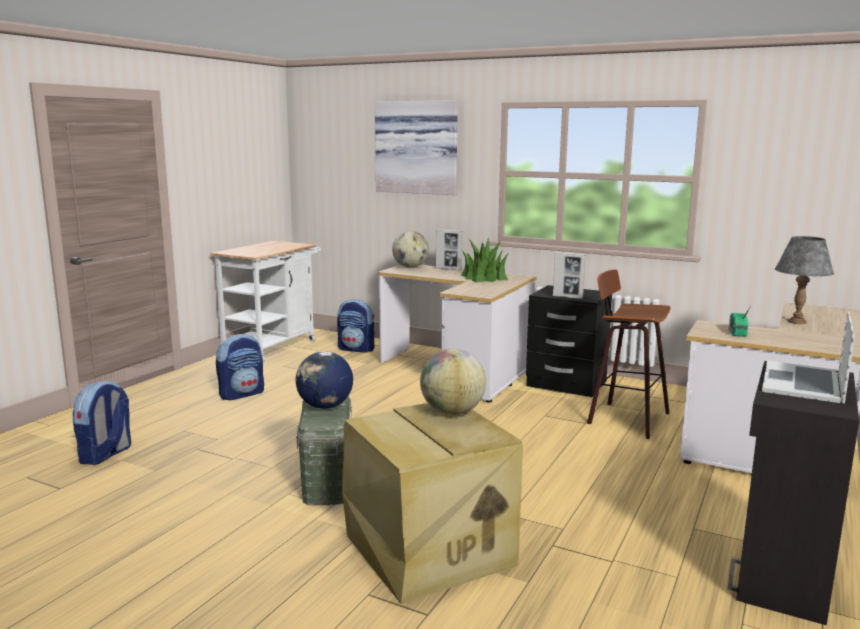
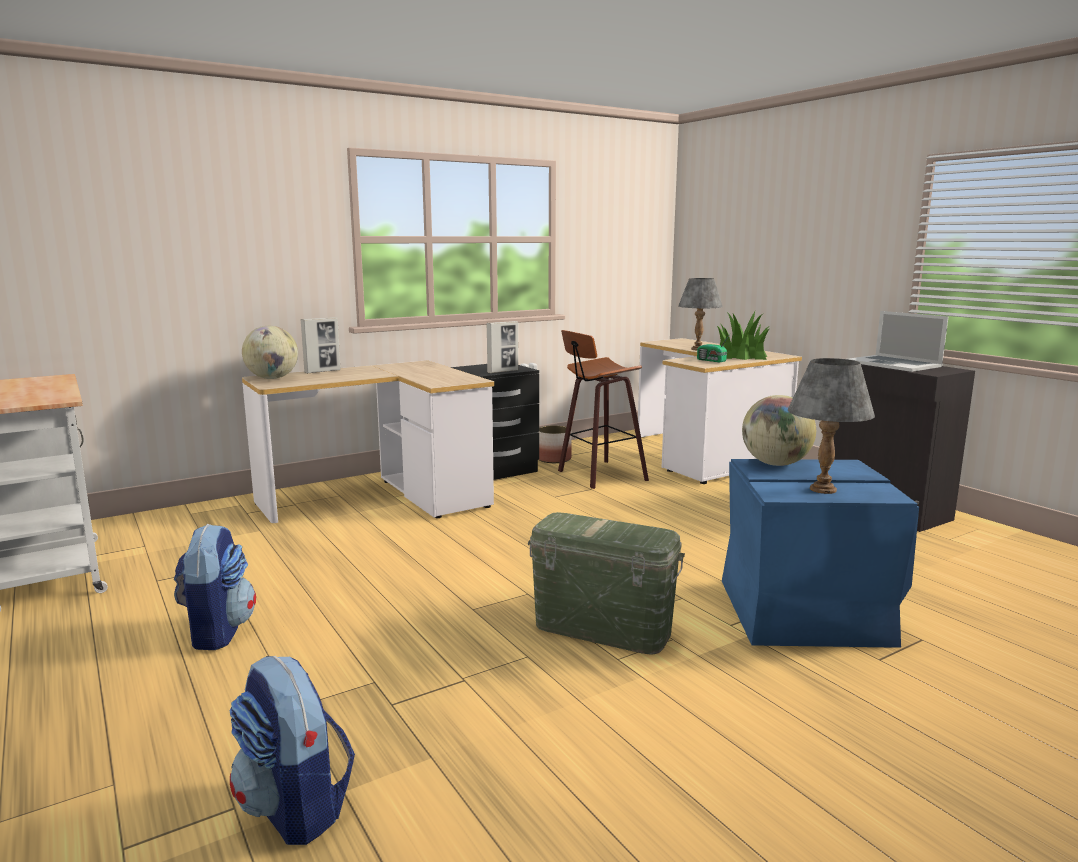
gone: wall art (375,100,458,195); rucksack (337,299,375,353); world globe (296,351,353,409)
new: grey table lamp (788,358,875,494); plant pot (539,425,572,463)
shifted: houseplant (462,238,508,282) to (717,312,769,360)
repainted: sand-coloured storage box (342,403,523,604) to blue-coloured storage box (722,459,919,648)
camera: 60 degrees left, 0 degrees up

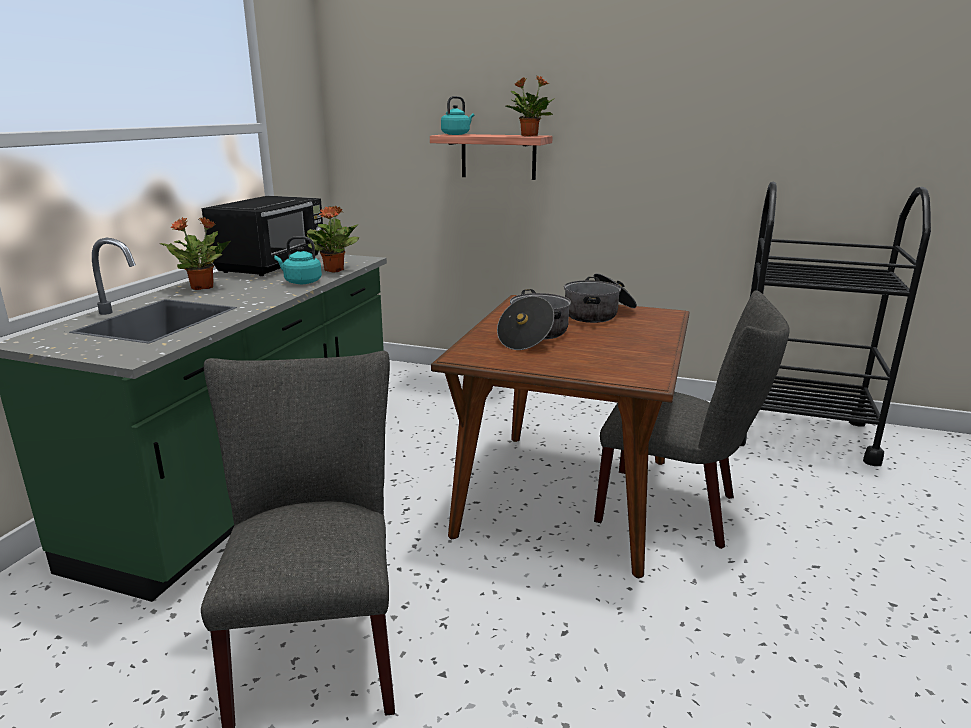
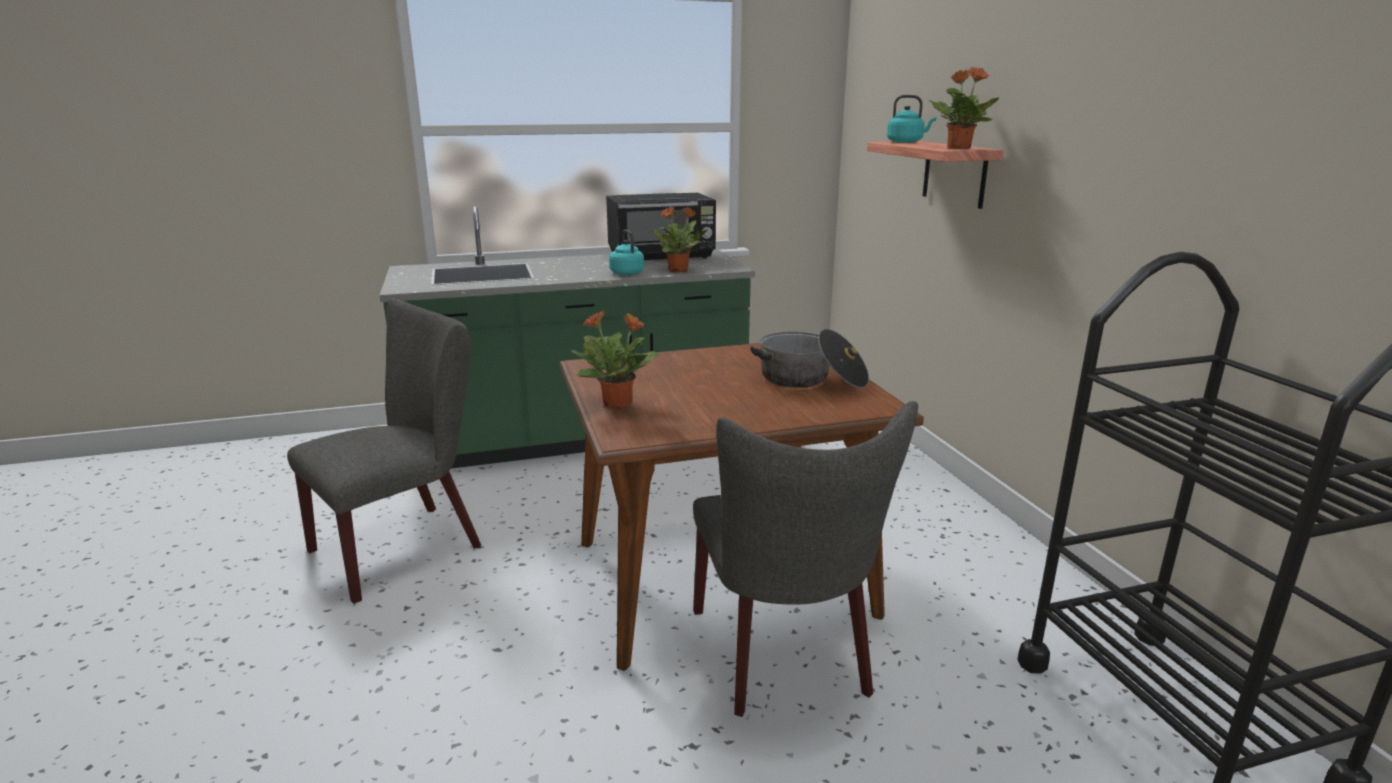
gone: saucepot (497,289,571,350)
shifted: houseplant (160,217,231,290) to (571,310,659,409)
camera: 55 degrees right, 0 degrees up

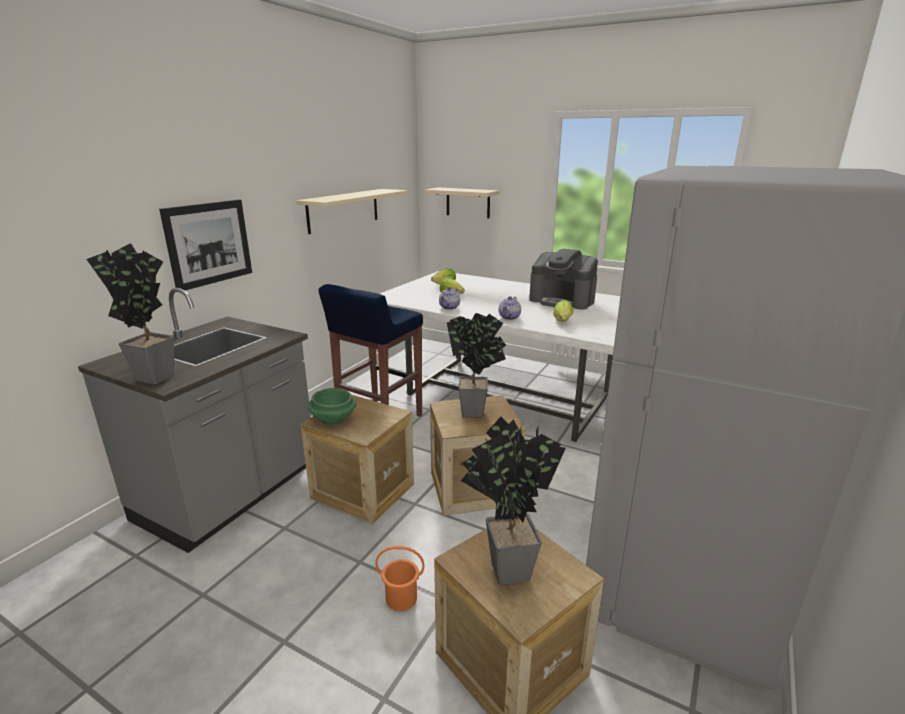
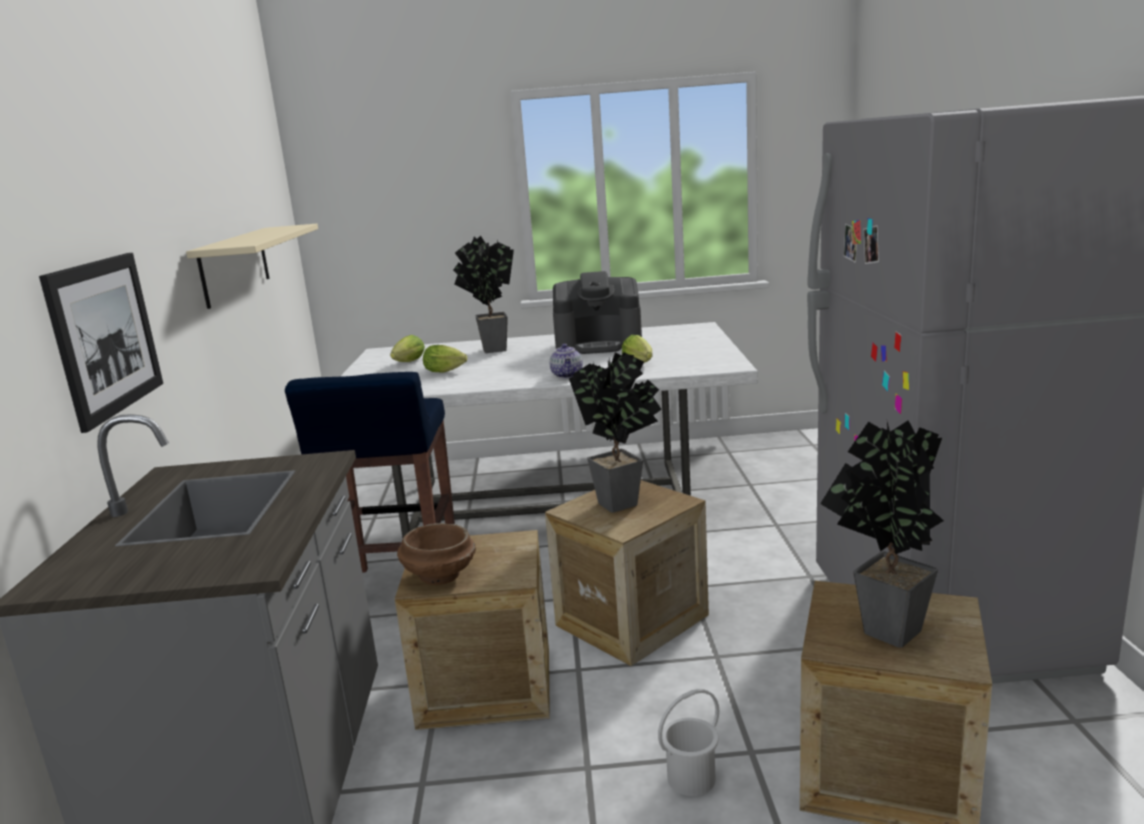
gone: sand-coloured bracket shelf (424,187,500,218); teapot (439,287,460,310)
shifted: houseplant (86,243,174,385) to (453,236,514,353)
repainted: green-coloured bowl (308,388,356,425) to brownish bowl (397,523,476,585); orange bucket (375,546,425,611) to white bucket (658,689,719,796)
camera: 30 degrees left, 5 degrees down

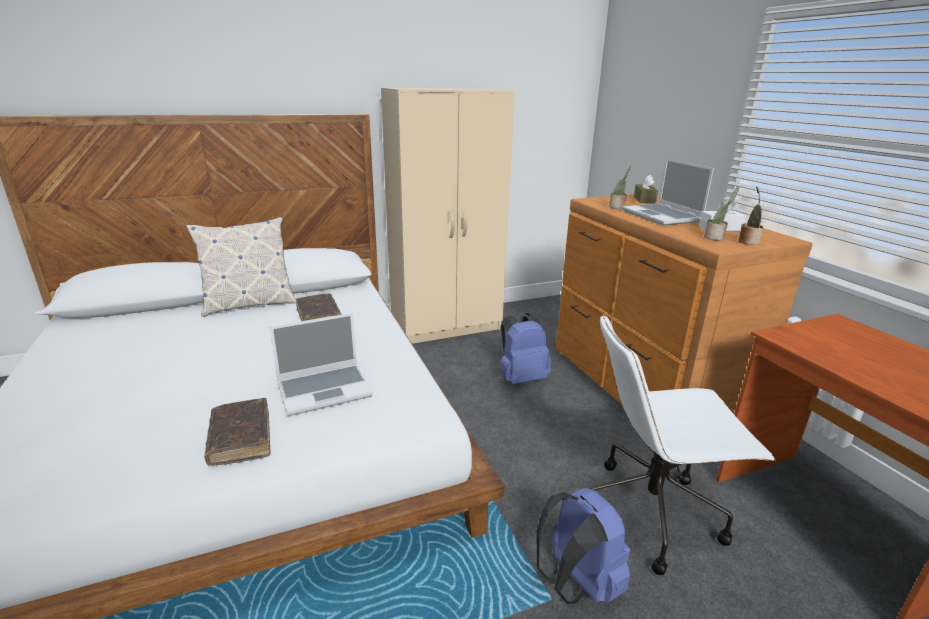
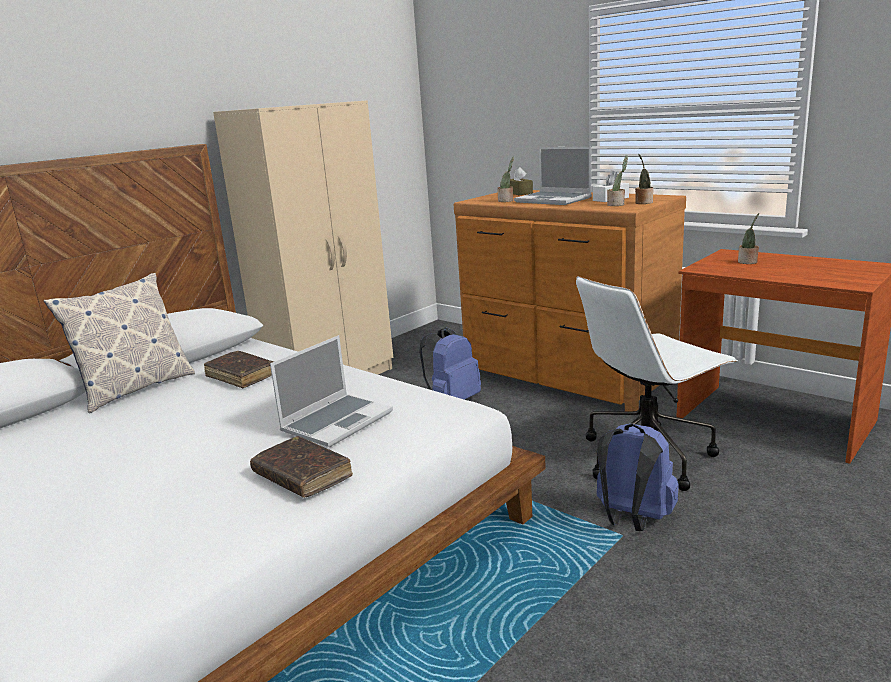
new: houseplant (738,213,759,264)
camera: 25 degrees left, 5 degrees down

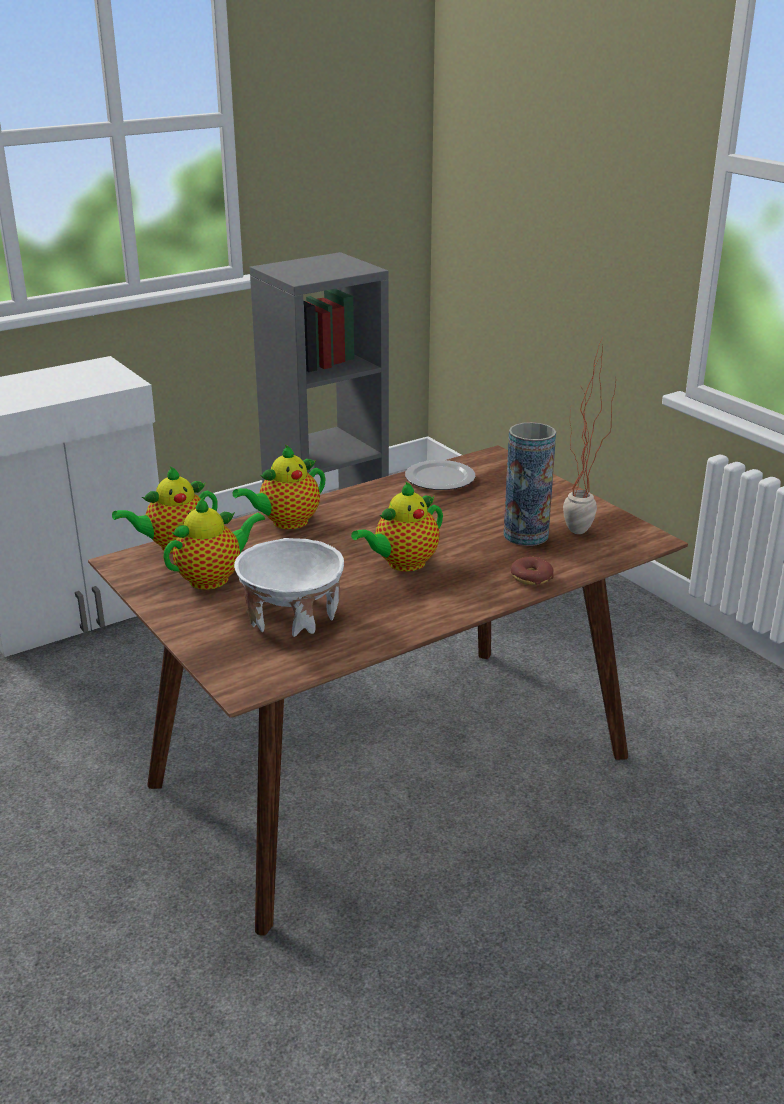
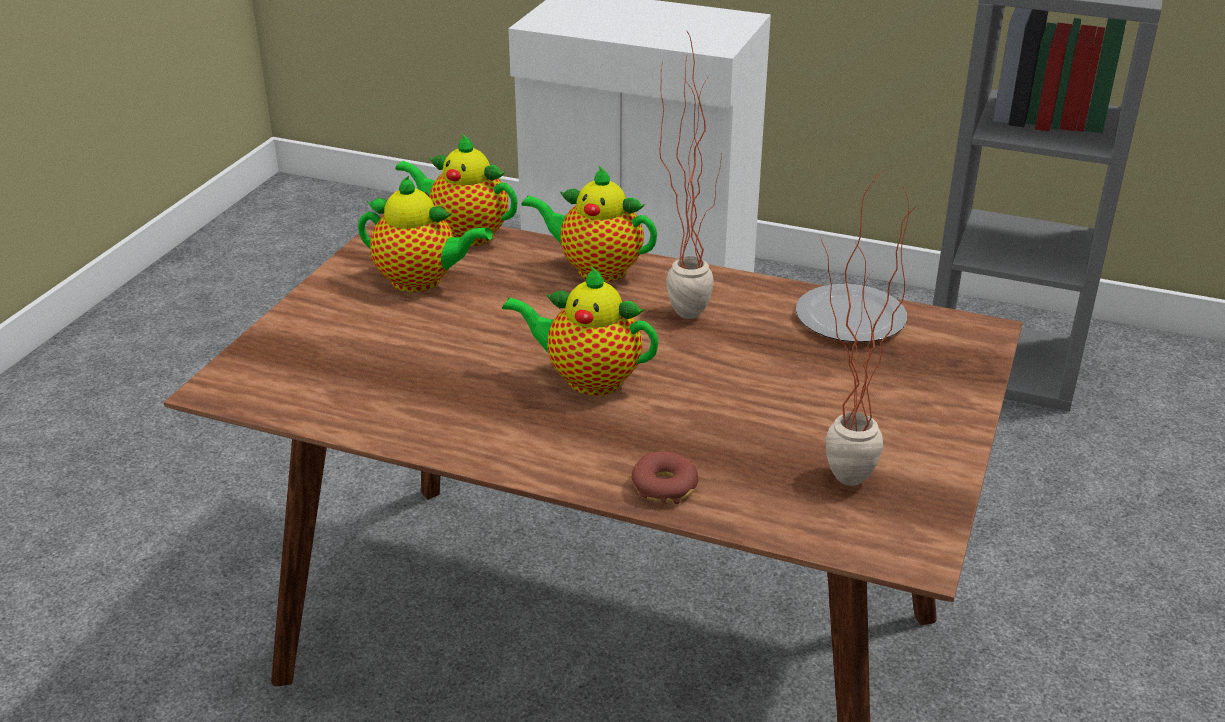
gone: flower vase (504,422,556,546); white bowl (234,538,344,637)
new: houseplant (659,30,722,319)
camera: 55 degrees right, 5 degrees up

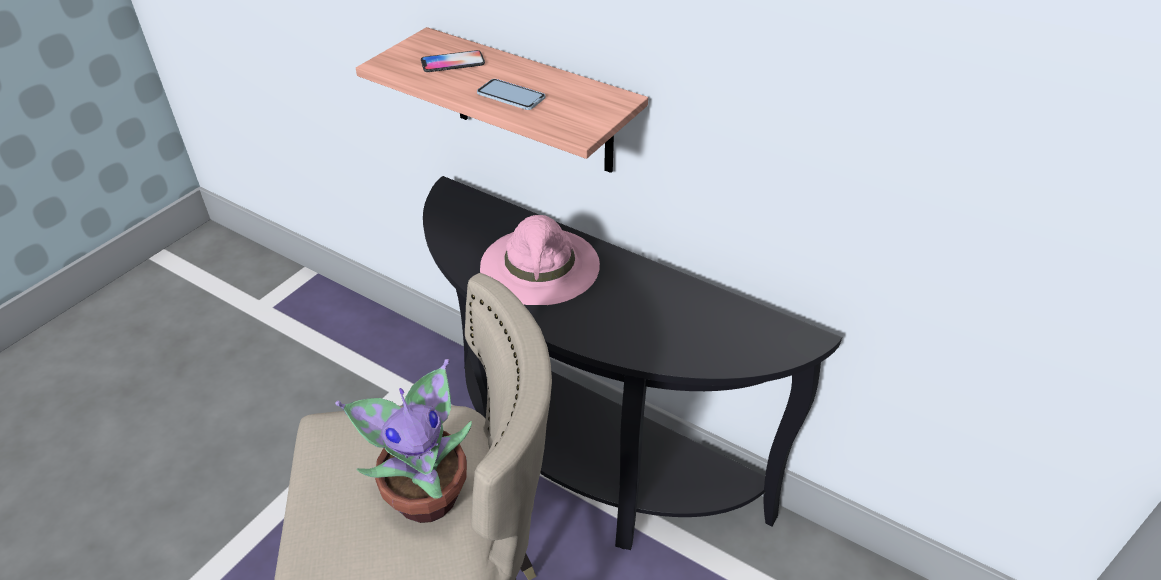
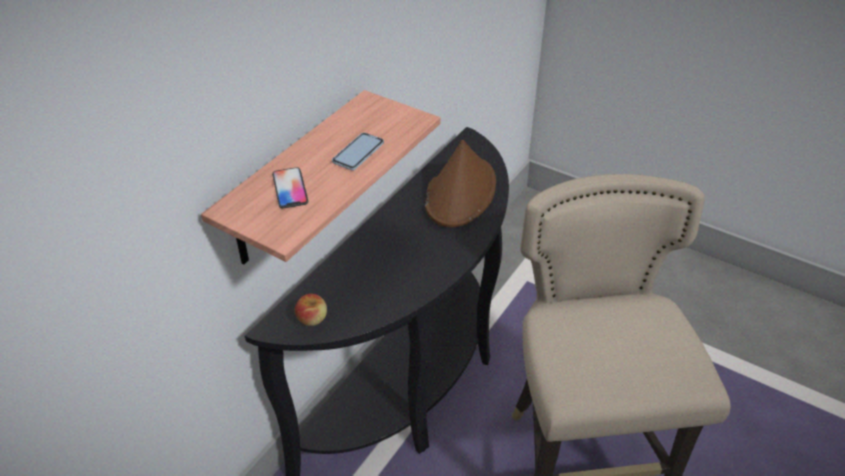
gone: pink-coloured hat (480,215,600,305); houseplant (335,359,472,523)
new: brownish hat (425,140,496,227); whole apple (295,294,327,326)
camera: 90 degrees left, 0 degrees up

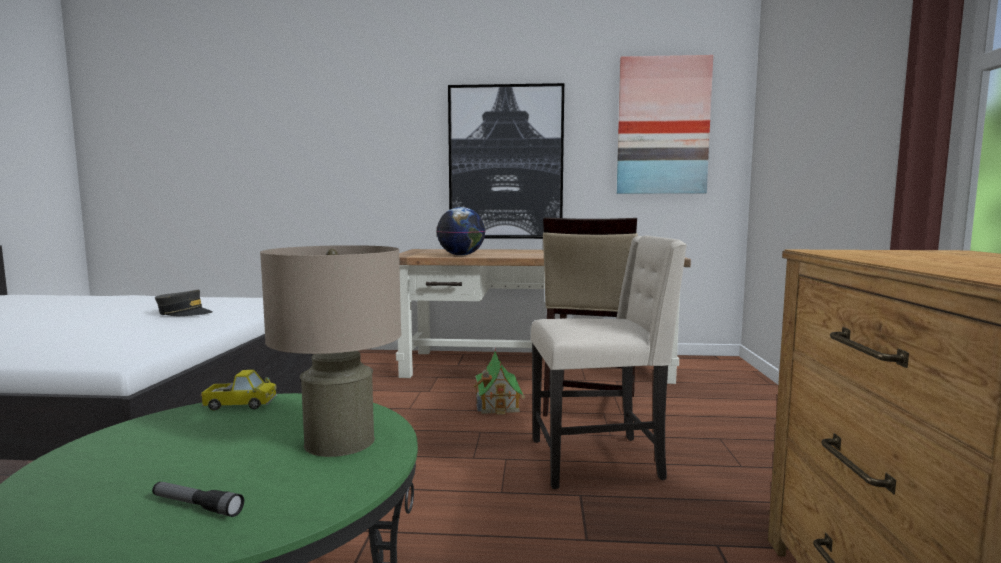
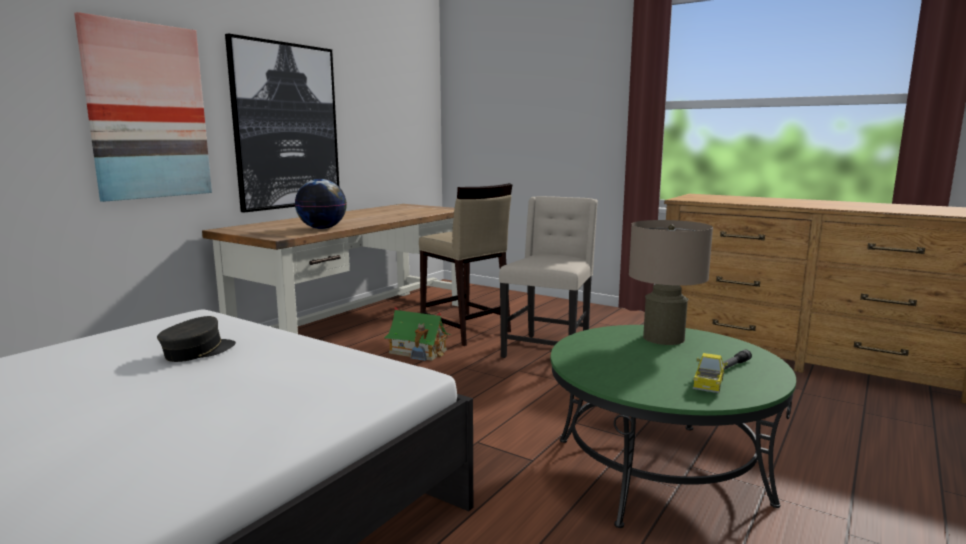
shifted: wall art (617,55,713,194) to (74,12,212,202); toy truck (201,370,277,411) to (693,353,728,393)
camera: 60 degrees left, 5 degrees up

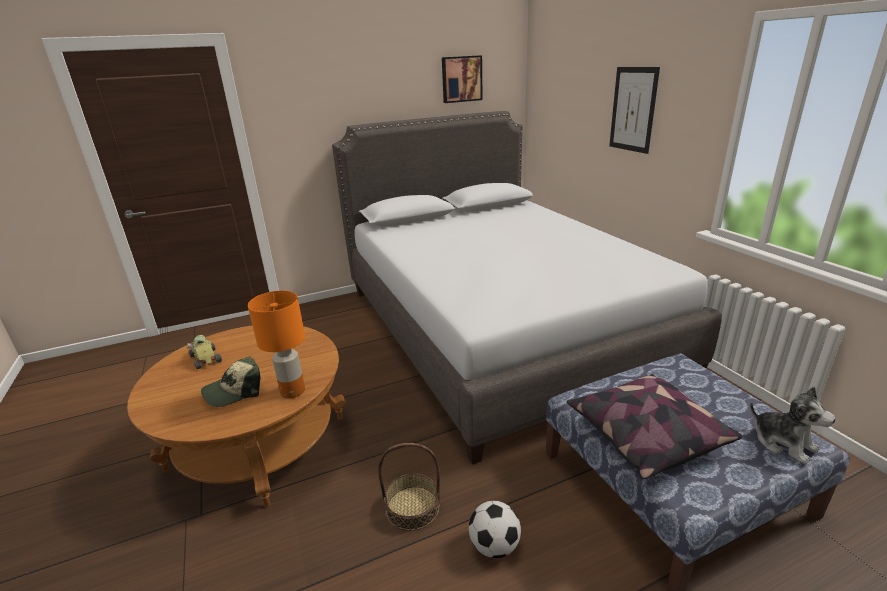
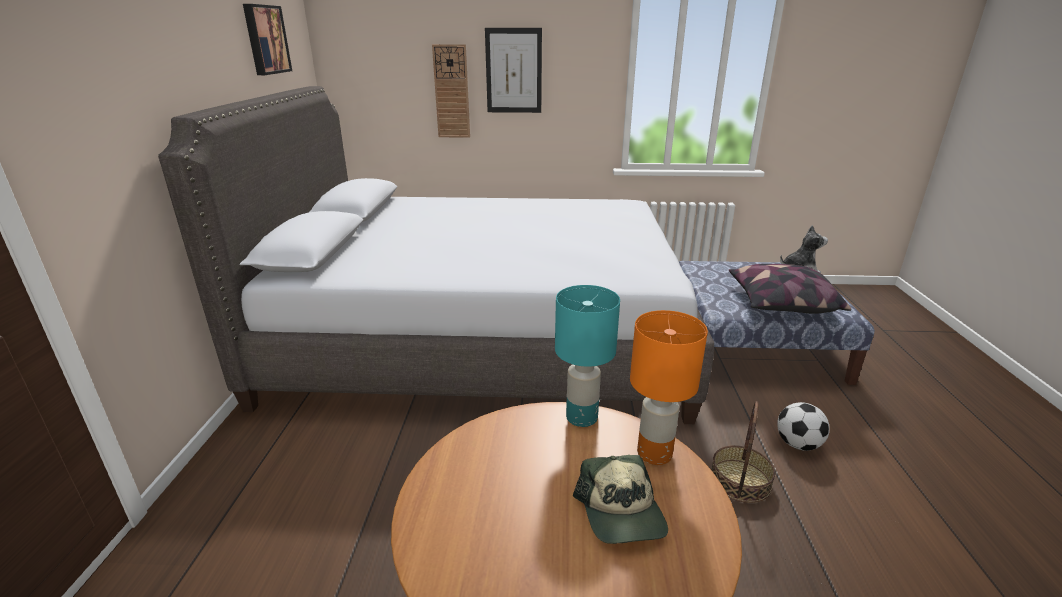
gone: model car (186,335,222,369)
new: wall clock (432,44,470,138); blue-green table lamp (555,285,620,427)
camera: 65 degrees left, 0 degrees up

